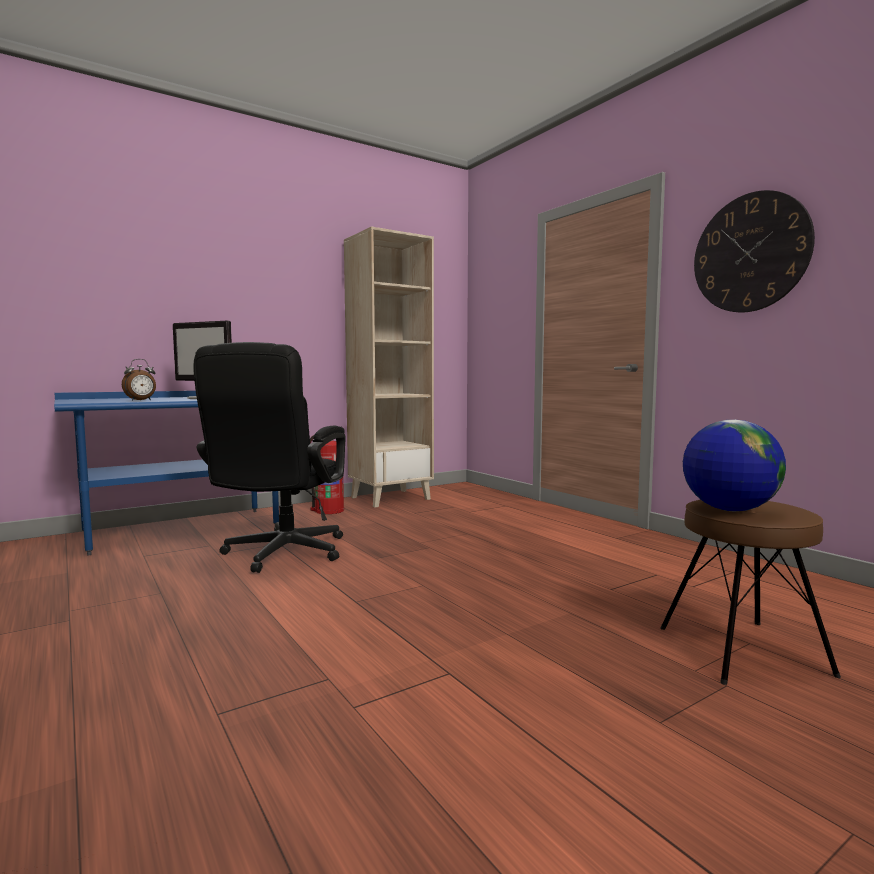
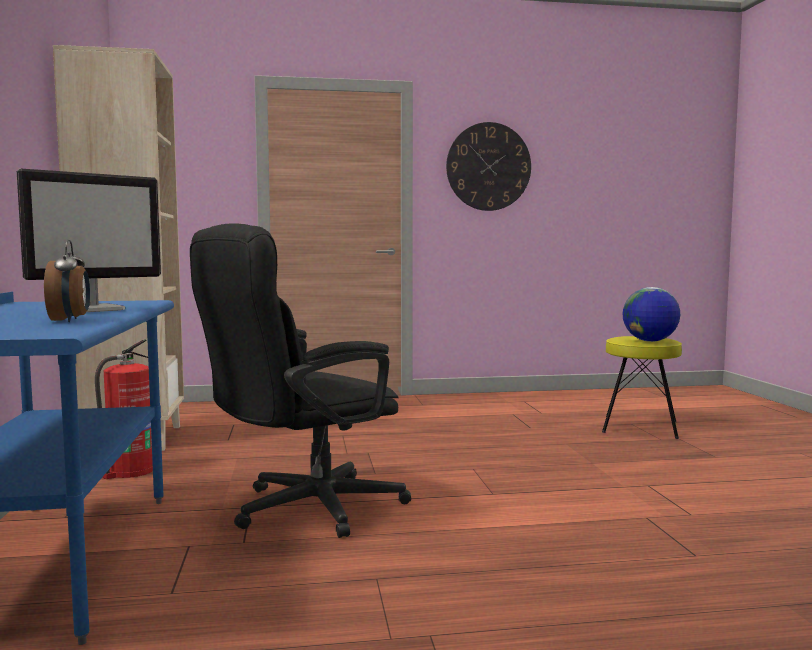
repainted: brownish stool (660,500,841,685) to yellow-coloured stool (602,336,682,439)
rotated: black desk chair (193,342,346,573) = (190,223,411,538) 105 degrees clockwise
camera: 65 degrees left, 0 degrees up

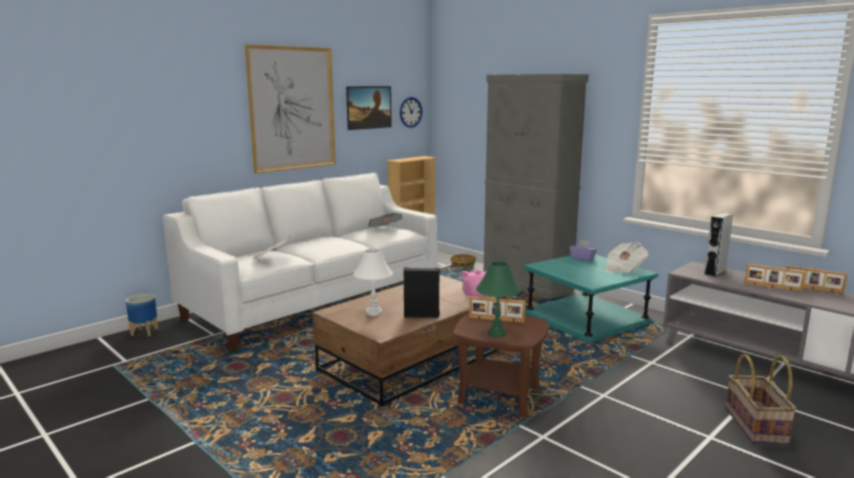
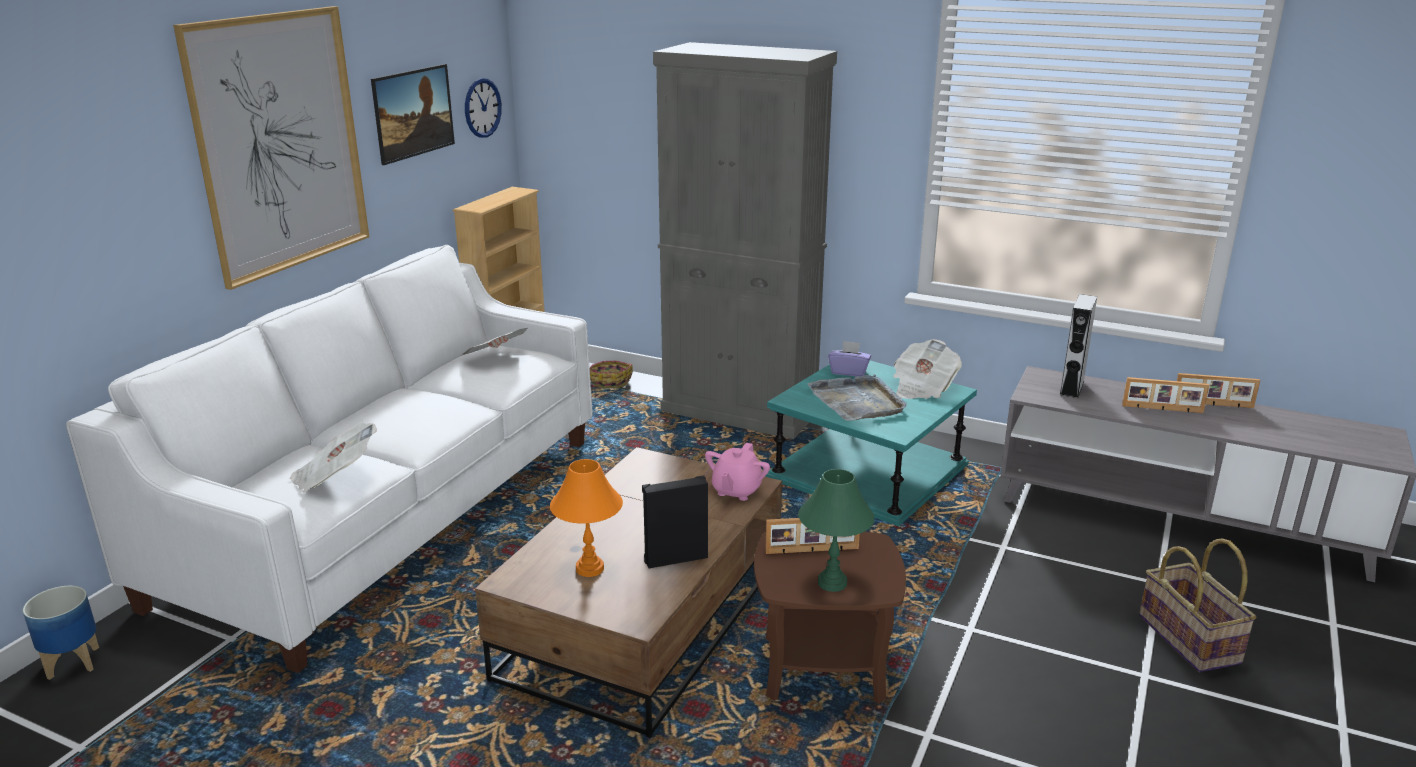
new: grey serving tray (808,374,907,421)
repainted: white table lamp (353,249,393,316) to orange table lamp (550,459,623,577)
camera: 20 degrees left, 10 degrees up

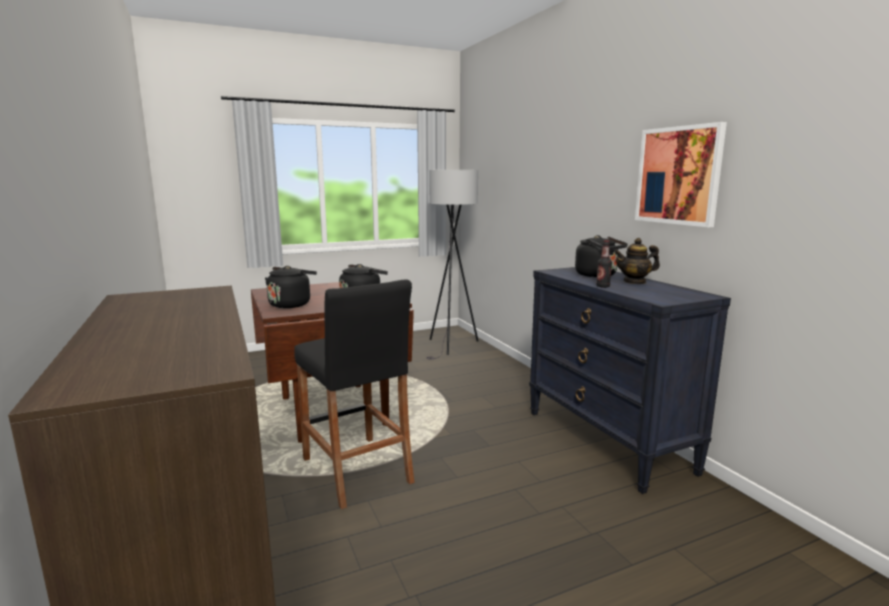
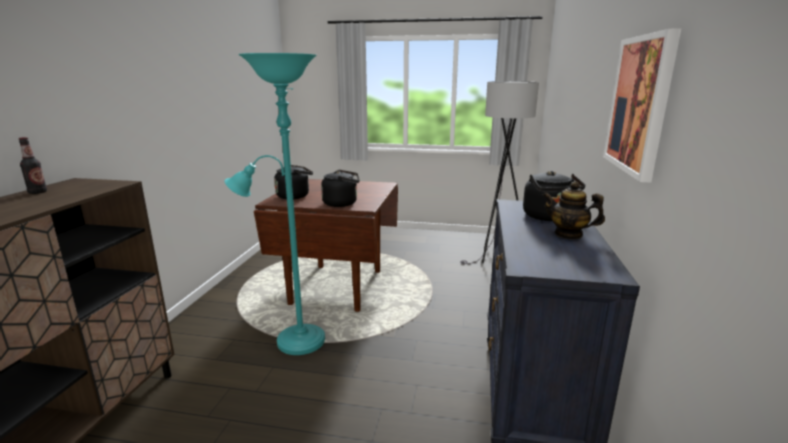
shifted: drink bottle (596,240,612,288) to (19,137,47,194)
swapped: black stool (294,280,415,509) to blue-green floor lamp (224,53,325,355)
camera: 35 degrees right, 5 degrees up

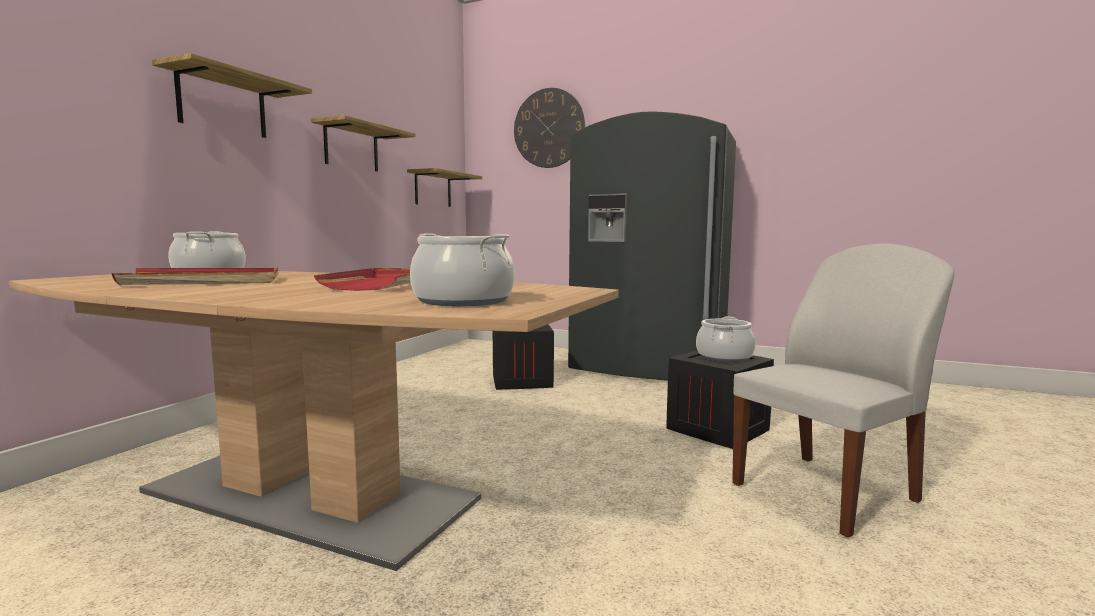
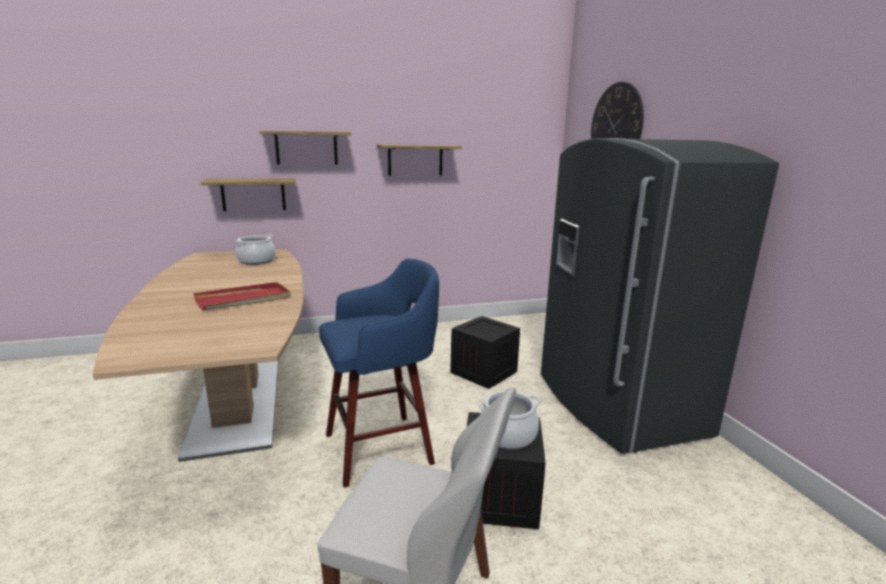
gone: saucepot (410,233,515,306); red-coloured serving tray (112,268,278,285)
new: blue-coloured stool (319,259,439,488)
shifted: bracket shelf (407,168,482,207) to (201,178,296,211)
camera: 50 degrees right, 10 degrees up

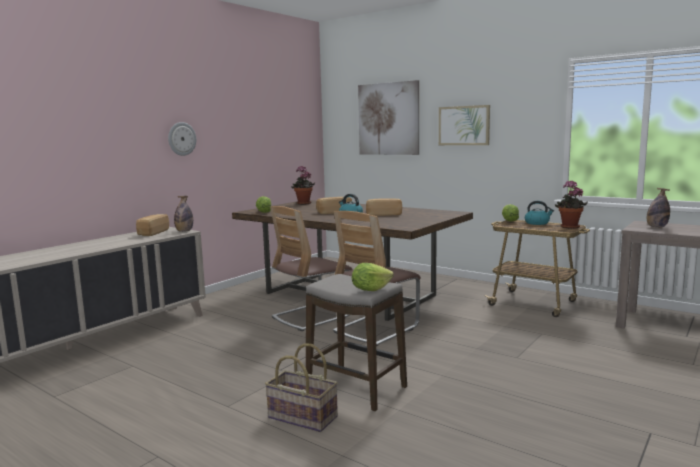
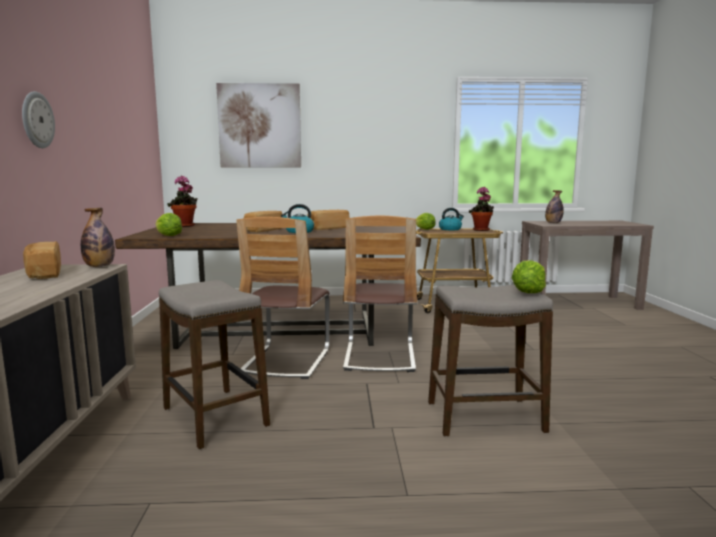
gone: wall art (439,105,490,145); basket (265,343,338,432)
new: stool (159,280,270,449)
camera: 40 degrees left, 0 degrees up

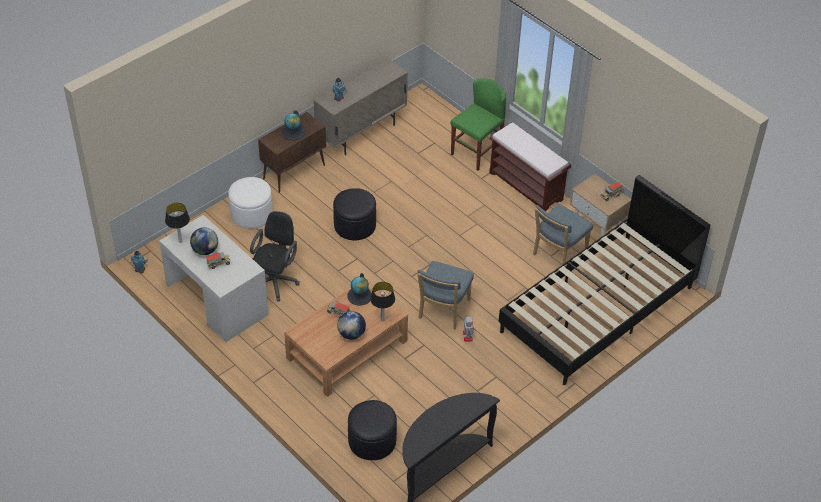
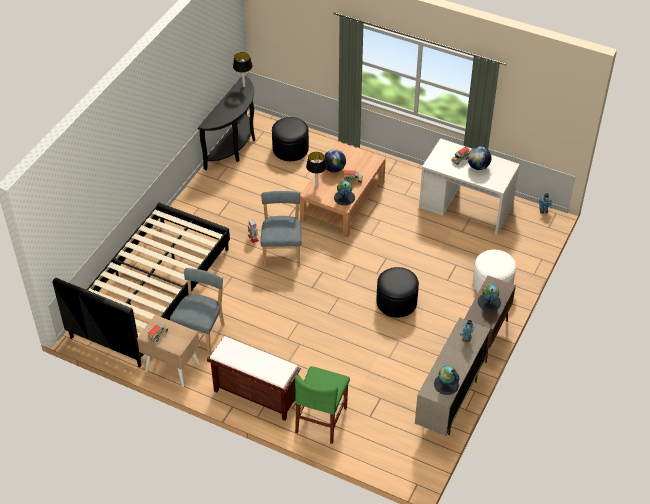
gone: black desk chair (250,211,300,302)
new: world globe (434,366,459,395)
shifted: table lamp (165,203,190,243) to (233,52,253,87)
camera: 160 degrees right, 0 degrees up

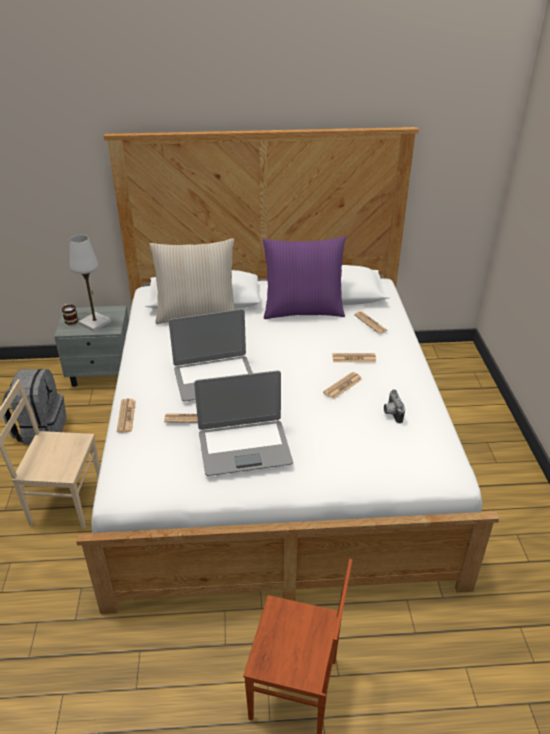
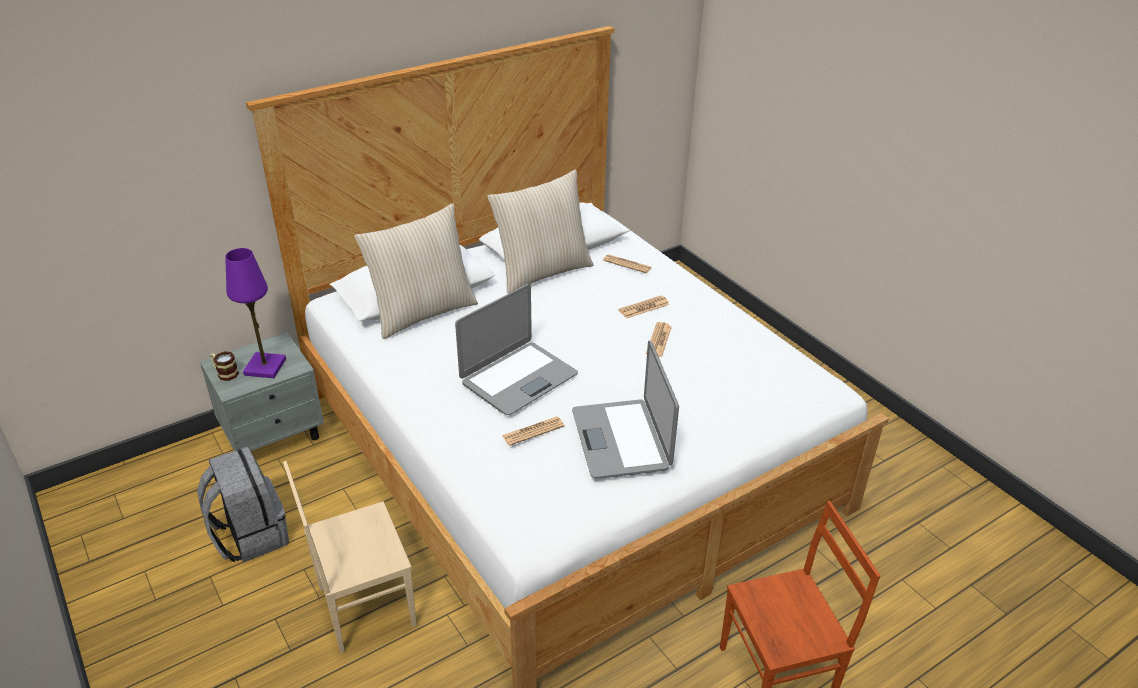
gone: photo camera (384,389,405,423); printed paper (117,399,136,433)
repainted: white table lamp (70,235,111,332) to purplish table lamp (225,248,286,378); purplish cushion (263,236,346,319) to sand-coloured cushion (487,170,593,294)
rotated: laptop (194,370,293,476) = (572,341,679,478) 120 degrees clockwise
camera: 30 degrees left, 0 degrees up

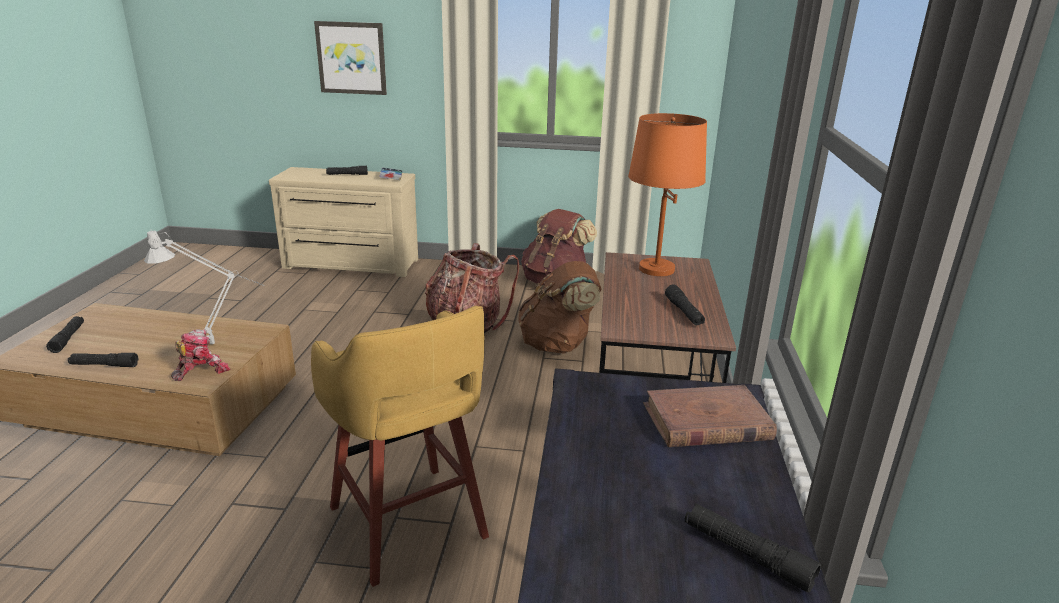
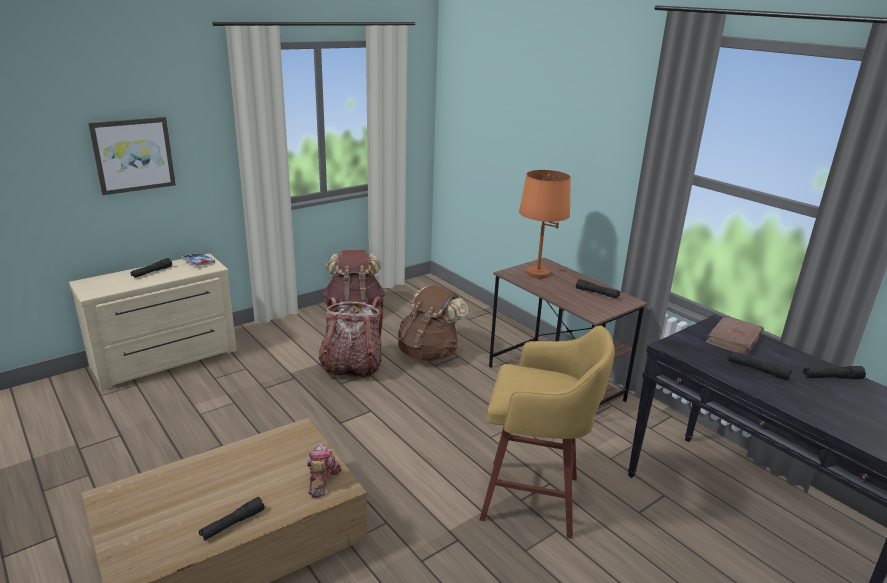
gone: grey table lamp (144,231,264,344)
shifted: black flashlight (46,316,84,353) to (727,352,792,381)
camera: 45 degrees left, 0 degrees up

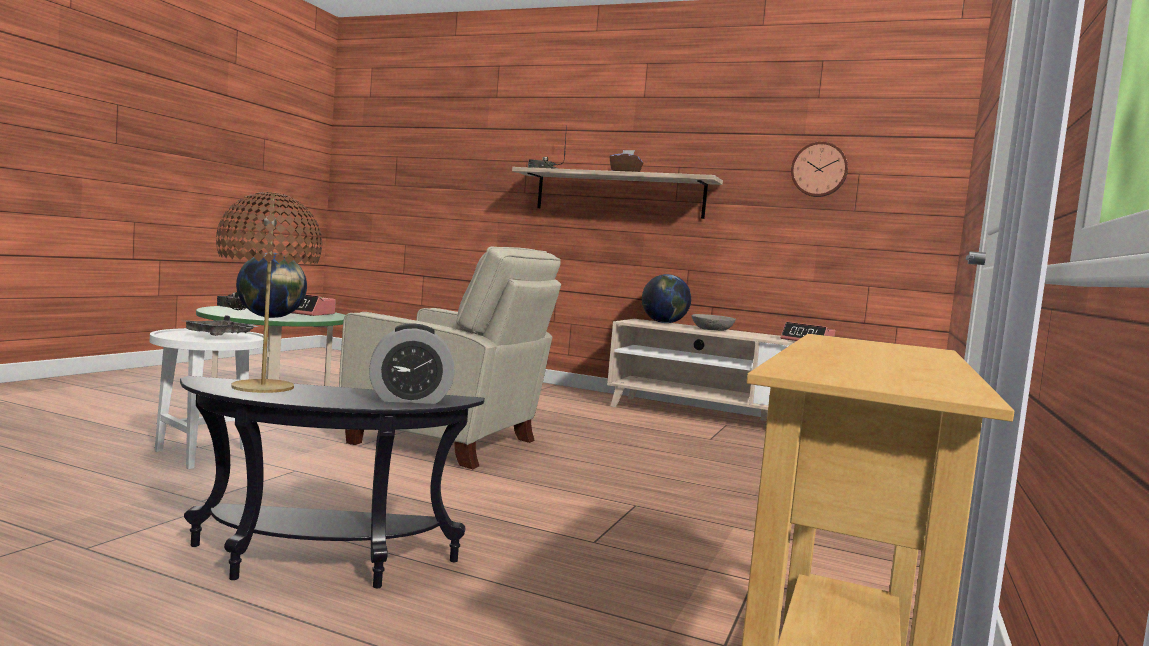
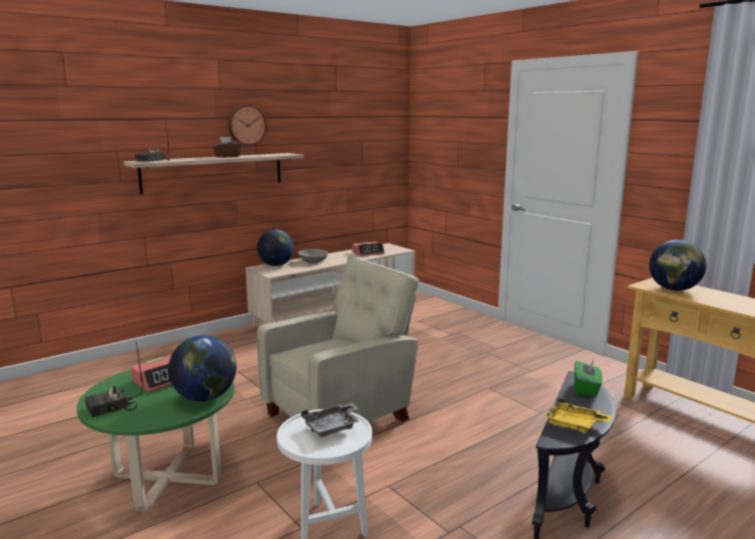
new: world globe (649,240,706,291)
shifted: wall clock (791,142,848,197) to (228,105,267,146)
swapped: brownish table lamp (216,192,322,393) to yellow-coloured serving tray (545,397,612,433); table clock (369,324,455,404) to green-coloured tissue holder (574,359,602,397)
camera: 60 degrees left, 10 degrees up

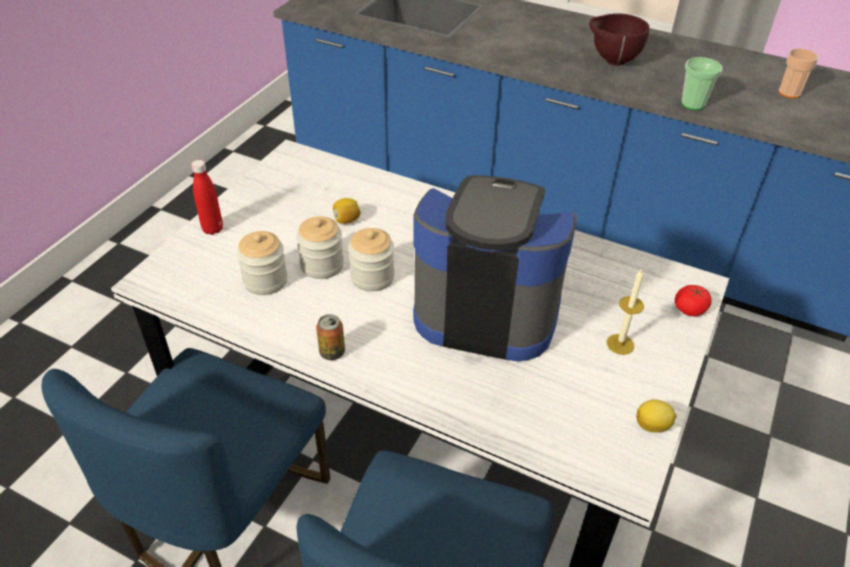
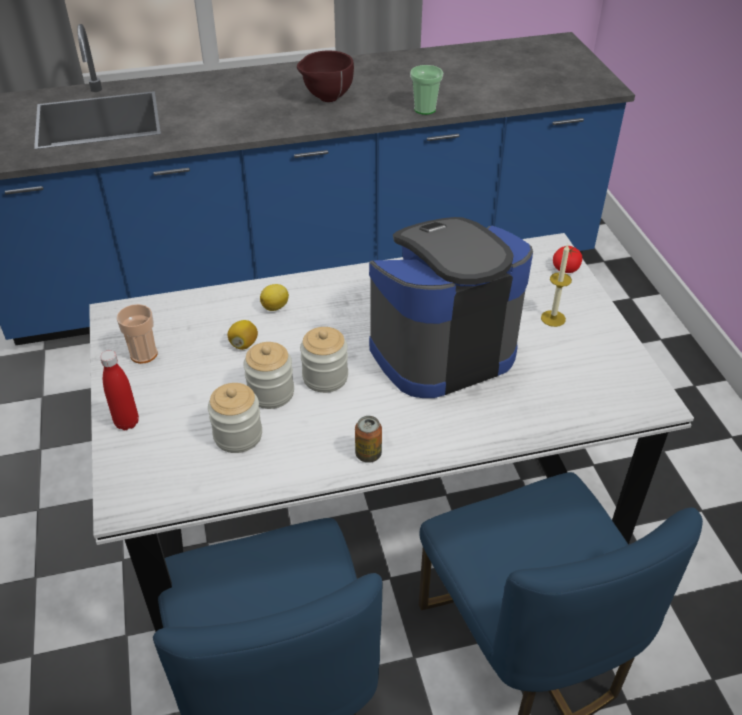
shifted: cup (778,48,819,99) to (117,304,158,364); citrus fruit (636,400,677,432) to (260,284,289,311)
camera: 40 degrees left, 0 degrees up

